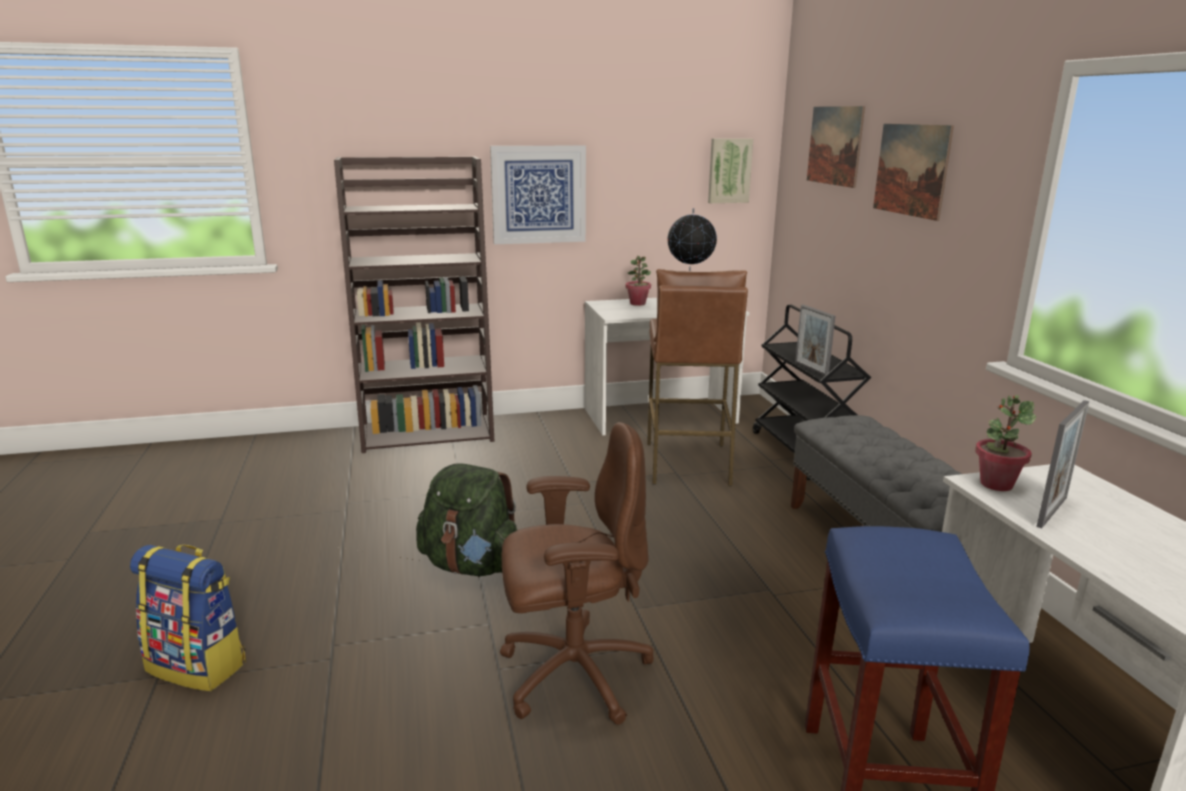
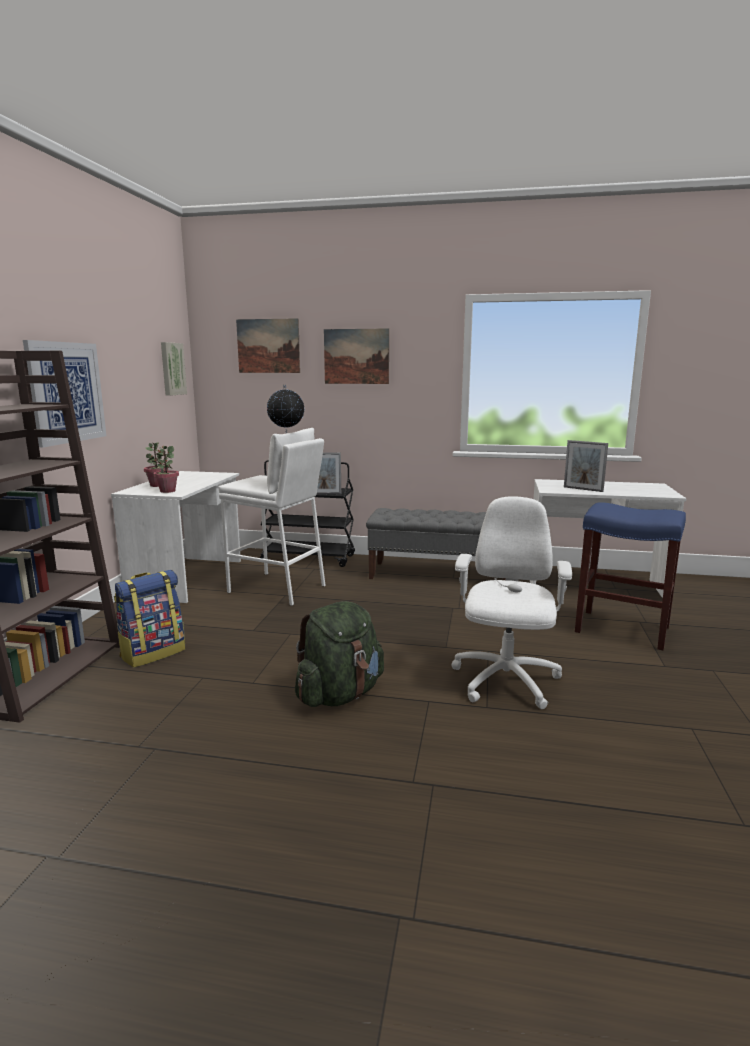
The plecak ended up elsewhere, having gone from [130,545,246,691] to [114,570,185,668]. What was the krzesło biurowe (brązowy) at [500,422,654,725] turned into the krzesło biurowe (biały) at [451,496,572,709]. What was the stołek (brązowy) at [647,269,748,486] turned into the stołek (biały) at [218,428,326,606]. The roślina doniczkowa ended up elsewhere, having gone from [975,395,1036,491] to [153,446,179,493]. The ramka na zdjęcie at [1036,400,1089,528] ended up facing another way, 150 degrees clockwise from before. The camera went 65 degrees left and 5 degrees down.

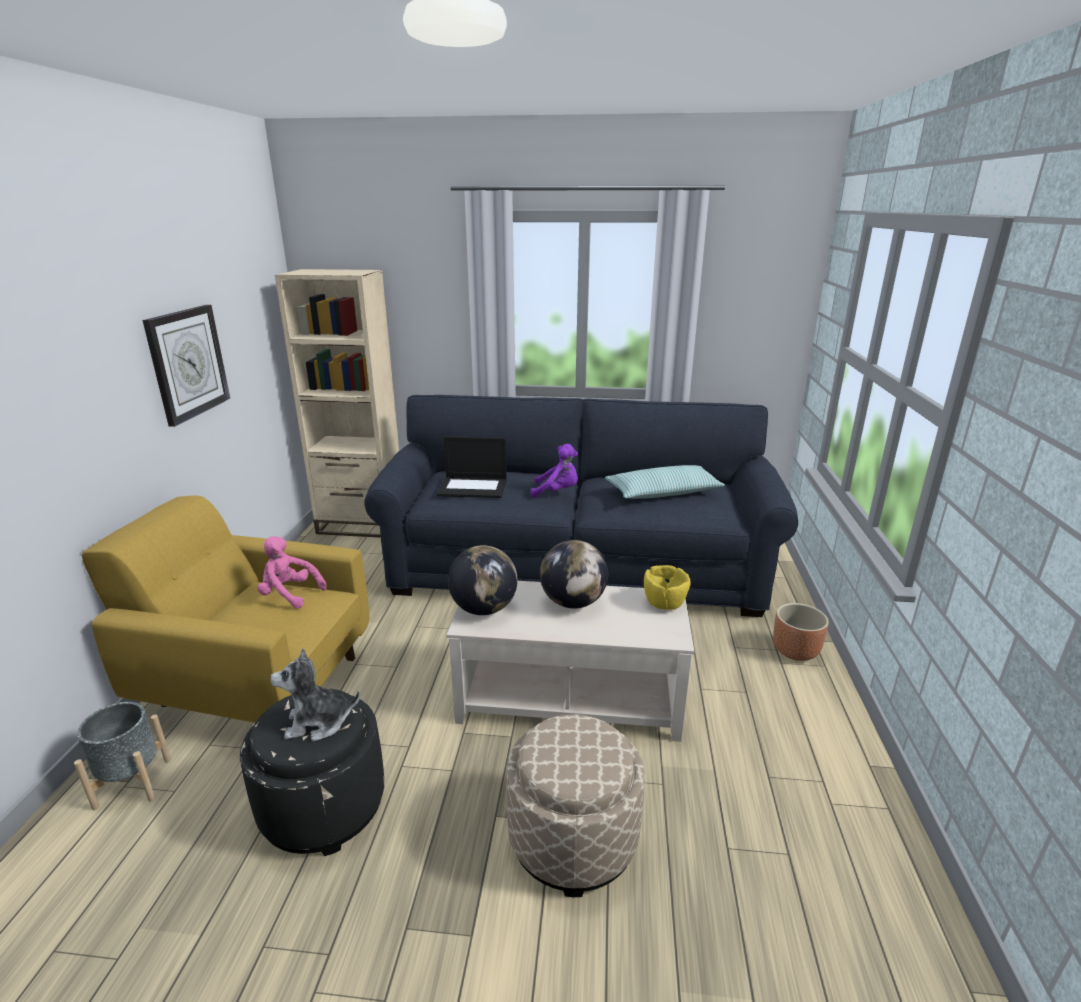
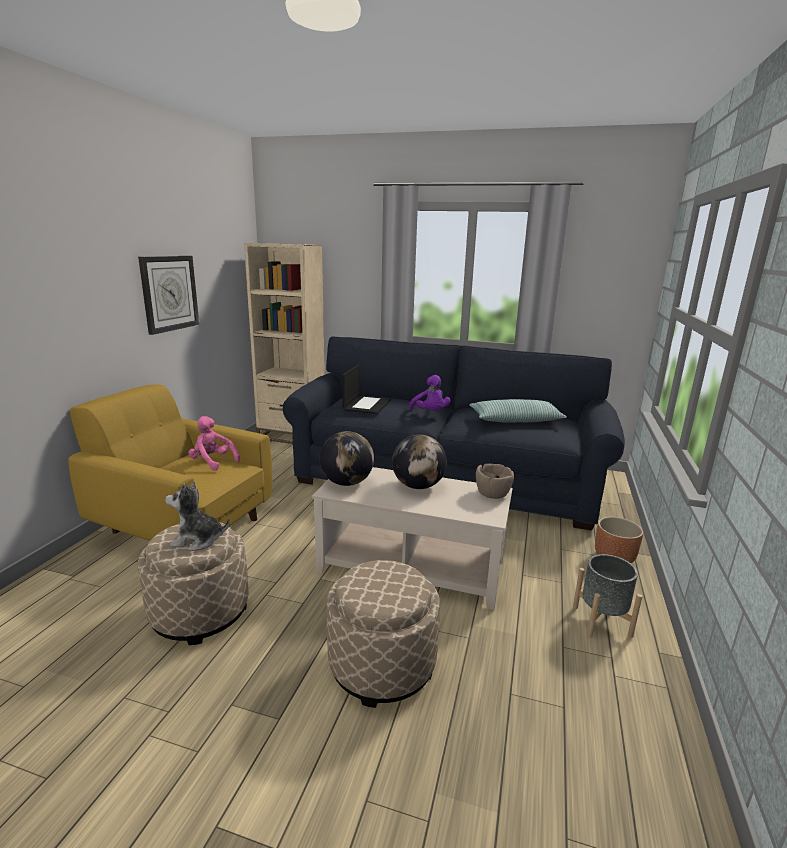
The donica (szary) ended up elsewhere, having gone from [74,702,171,810] to [573,554,642,638]. What was the pufa (czarny) at [240,688,384,856] turned into the pufa (beżowy) at [138,522,248,645]. The laptop at [437,436,507,498] ended up facing another way, 90 degrees counterclockwise from before. The pluszak (fioletowy) at [530,444,578,498] ended up facing another way, 45 degrees clockwise from before. What was the miska (żółty) at [644,565,690,610] turned into the miska (brązowy) at [476,464,514,499]. The camera went 10 degrees right and 5 degrees down.

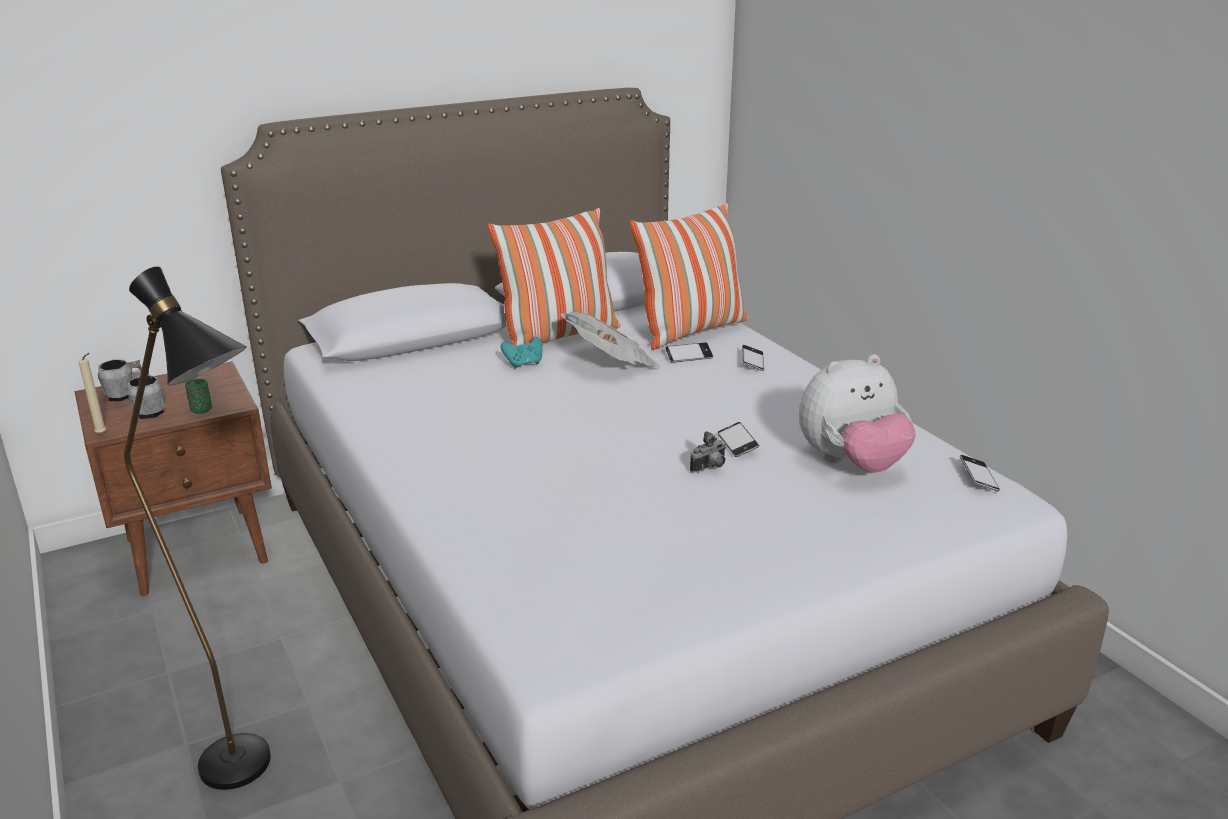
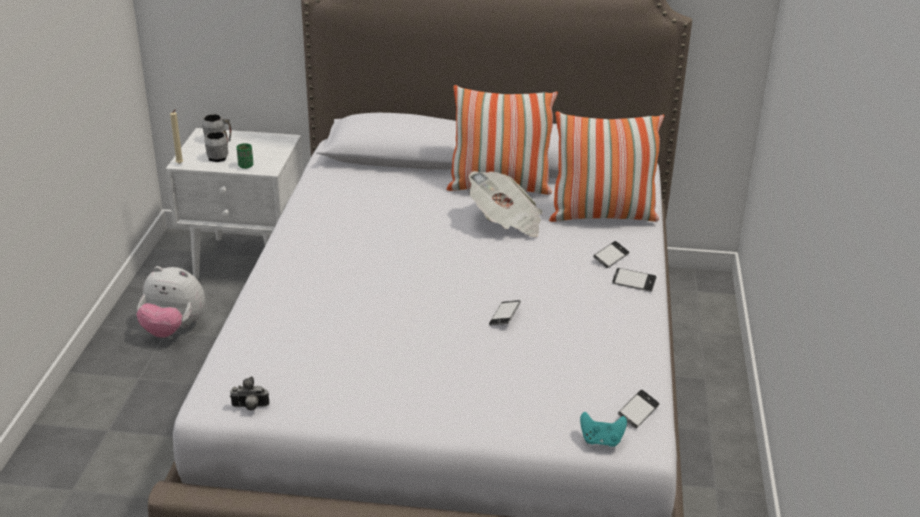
What was the szafka nocna (brązowy) at [74,361,272,596] turned into the szafka nocna (biały) at [166,128,303,279]. The second view lost the lampa stojąca (czarny) at [124,266,271,790]. The pad do gier (turkusowy) ended up elsewhere, having gone from [500,336,542,368] to [580,412,627,447]. The telefon ended up elsewhere, having gone from [665,342,713,363] to [612,268,656,292]. The aparat fotograficzny ended up elsewhere, having gone from [690,431,726,473] to [230,376,269,410]. The pluszak ended up elsewhere, having gone from [798,355,916,473] to [136,266,205,338]. The camera went 35 degrees right and 5 degrees up.

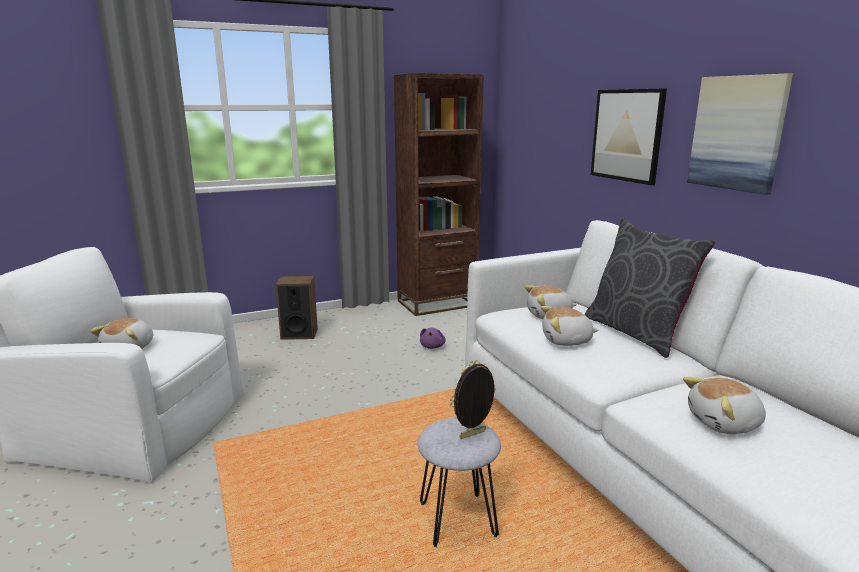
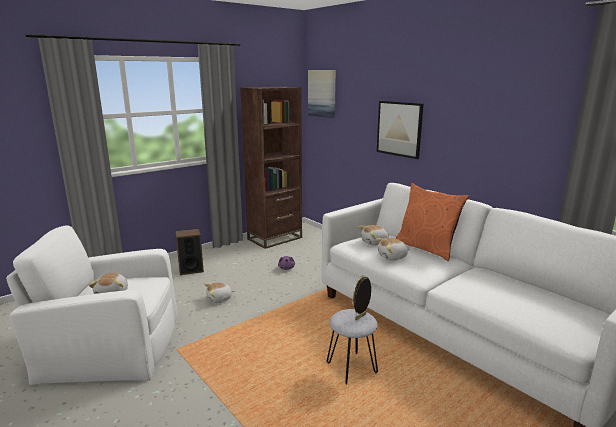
What was the poduszka (szary) at [585,218,715,358] turned into the poduszka (pomarańczowy) at [395,183,469,261]. The pluszak ended up elsewhere, having gone from [683,377,766,434] to [204,282,234,303]. The obraz ended up elsewhere, having gone from [687,73,793,195] to [308,70,336,118]. The camera went 15 degrees left and 0 degrees up.

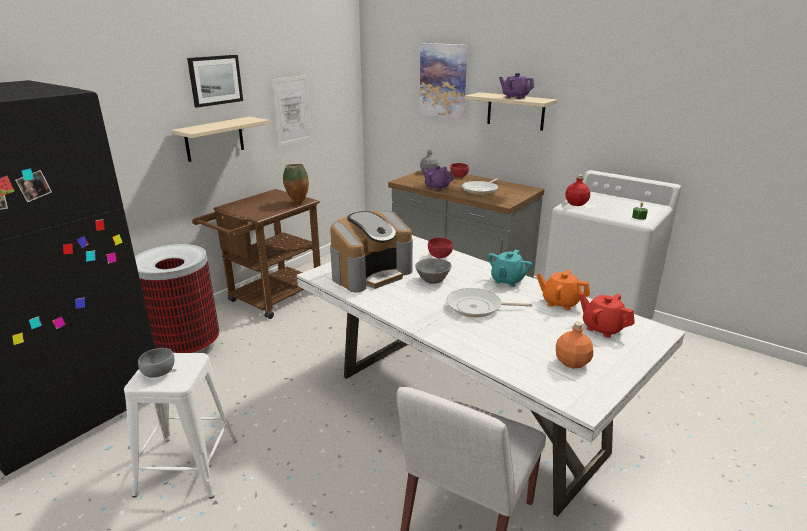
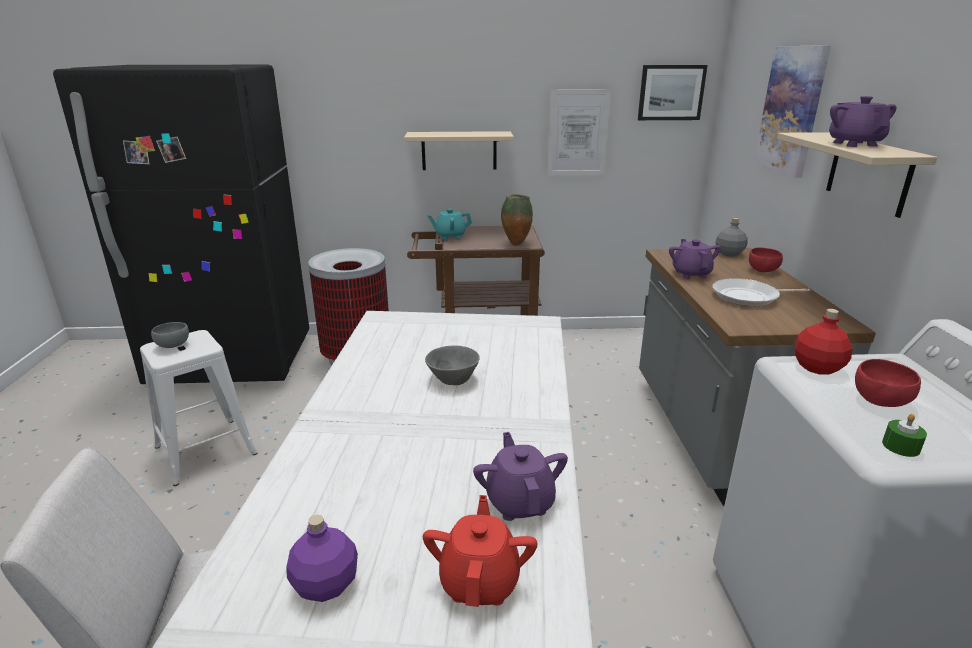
The obraz ended up elsewhere, having gone from [187,55,243,108] to [638,65,708,120]. The second view lost the ekspres do kawy at [330,211,413,292]. The miska (czerwony) ended up elsewhere, having gone from [428,238,453,258] to [855,359,921,407]. The second view lost the patelnia at [446,288,533,318]. The imbryk (turkusowy) ended up elsewhere, having gone from [487,250,532,287] to [427,209,472,239]. What was the imbryk (pomarańczowy) at [536,269,590,310] turned into the imbryk (fioletowy) at [473,432,568,521]. What was the butelka (pomarańczowy) at [556,322,593,368] turned into the butelka (fioletowy) at [286,515,358,602]. The camera went 50 degrees right and 0 degrees up.

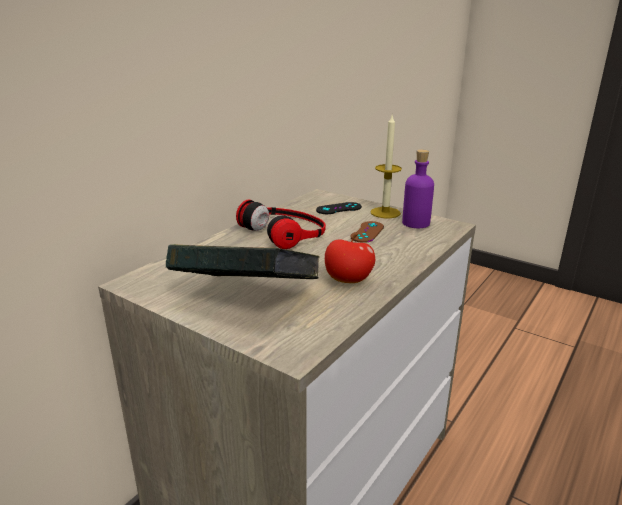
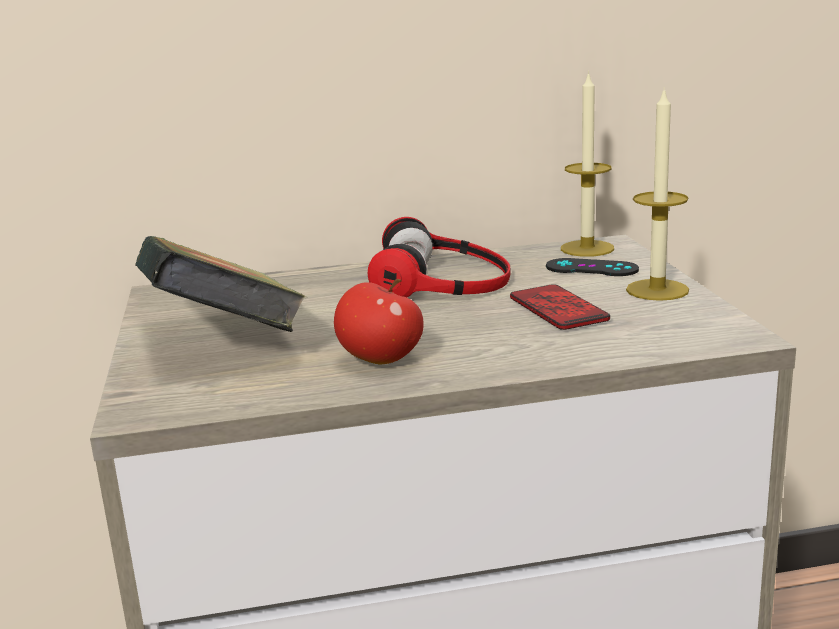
Where the pad do gier (brązowy) stood at [350,221,384,243], the telefon came to stand at [510,284,610,330]. The second view lost the butelka (fioletowy) at [402,150,434,228]. The second view gained the świeca at [561,71,614,257]. The camera went 45 degrees right and 5 degrees down.

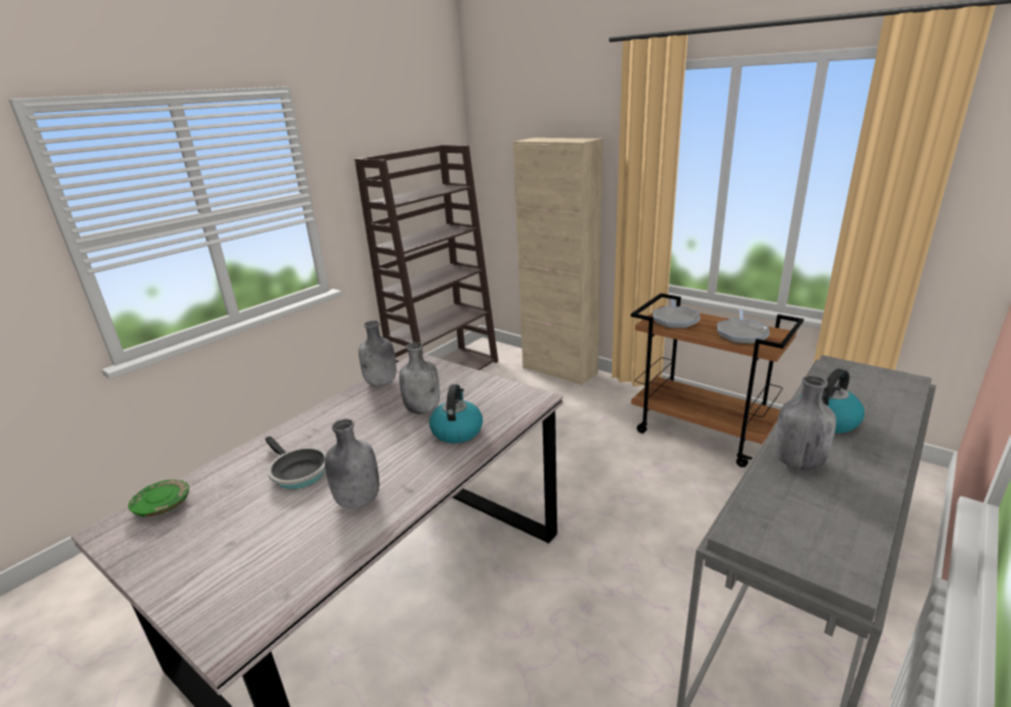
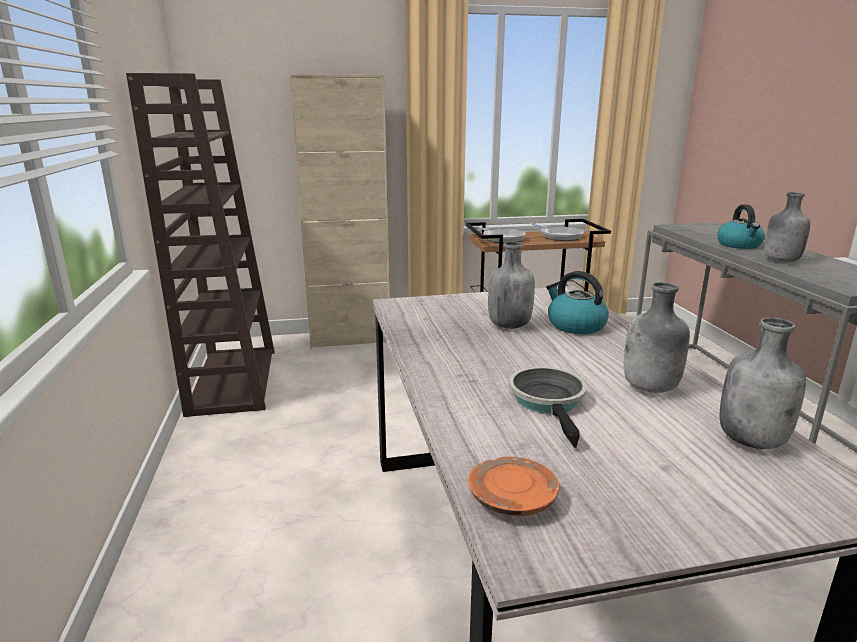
What was the talerz (zielony) at [128,479,189,517] turned into the talerz (pomarańczowy) at [468,457,560,516]. The patelnia at [265,436,326,489] ended up facing another way, 90 degrees counterclockwise from before. The butelka (szary) ended up elsewhere, having gone from [358,320,396,386] to [719,317,806,449]. The camera went 50 degrees left and 5 degrees down.

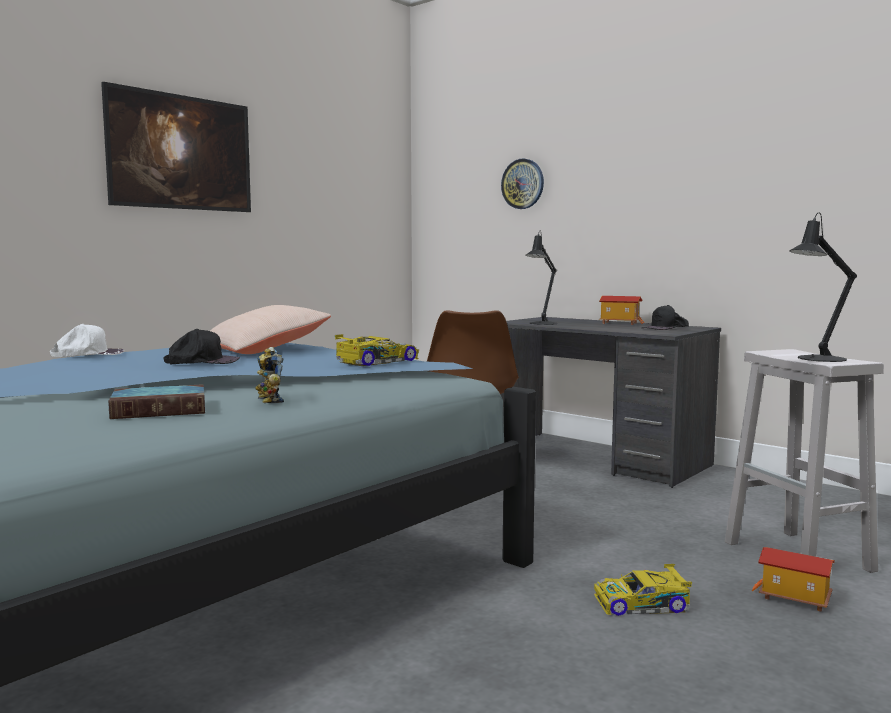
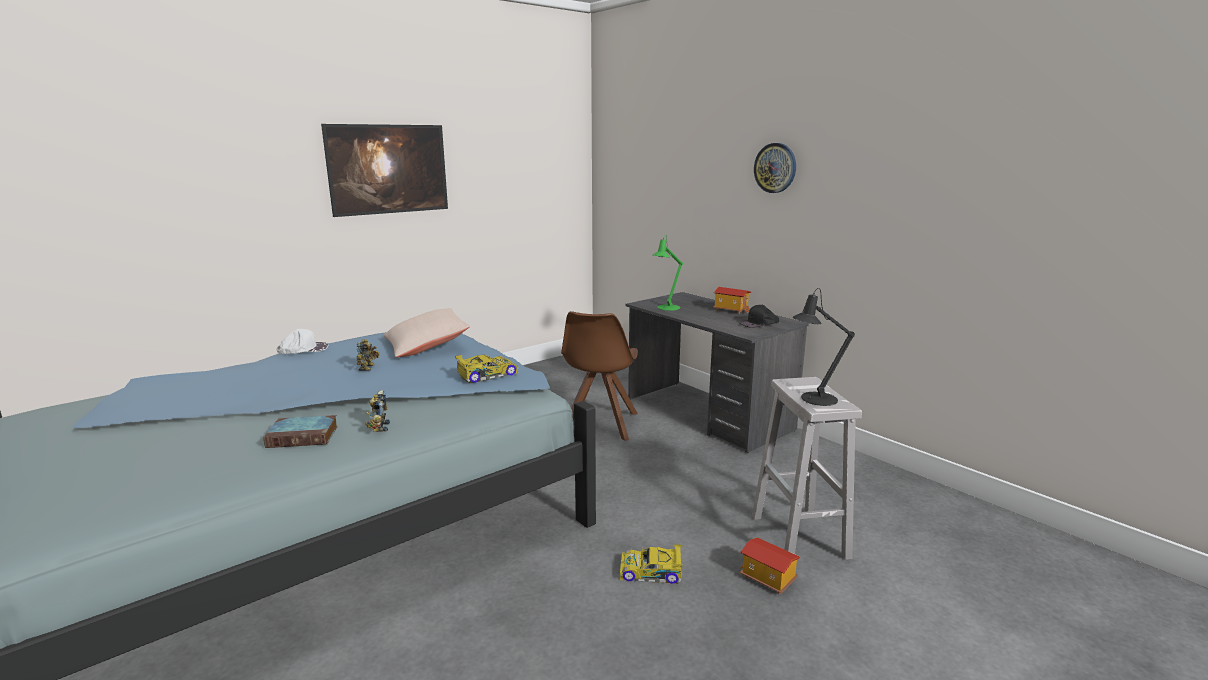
Where the czapka z daszkiem (czarny) stood at [164,329,240,364], the robot zabawkowy came to stand at [357,339,380,371]. The zegar ścienny ended up elsewhere, having gone from [501,159,544,209] to [754,143,796,193]. What was the lampa stołowa (czarny) at [526,230,558,325] turned into the lampa stołowa (zielony) at [653,235,683,311]. The camera went 10 degrees right and 10 degrees up.

